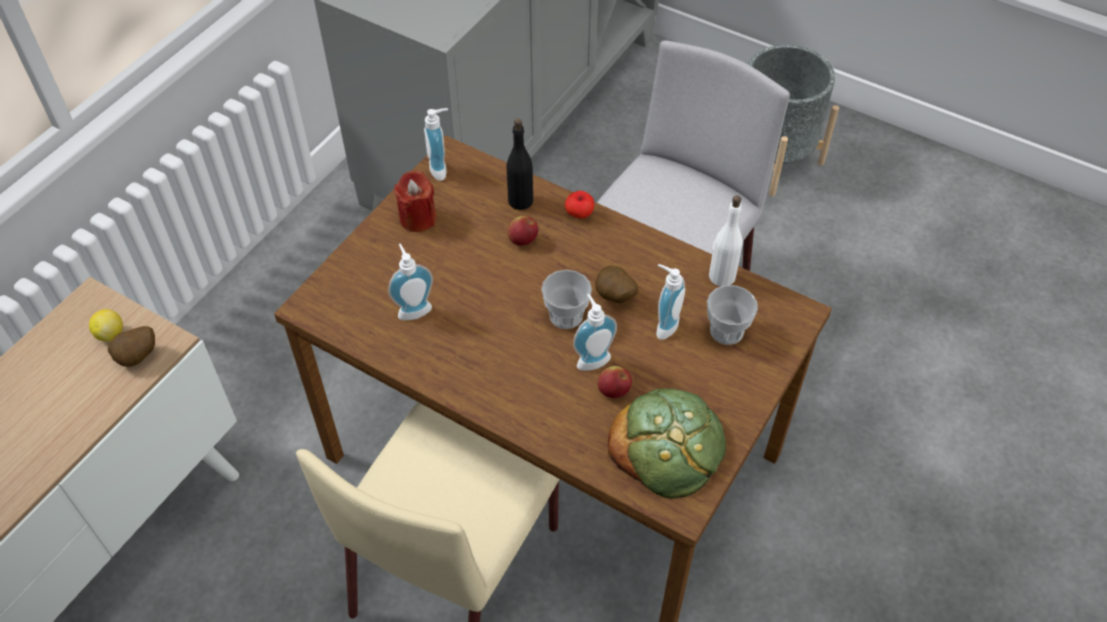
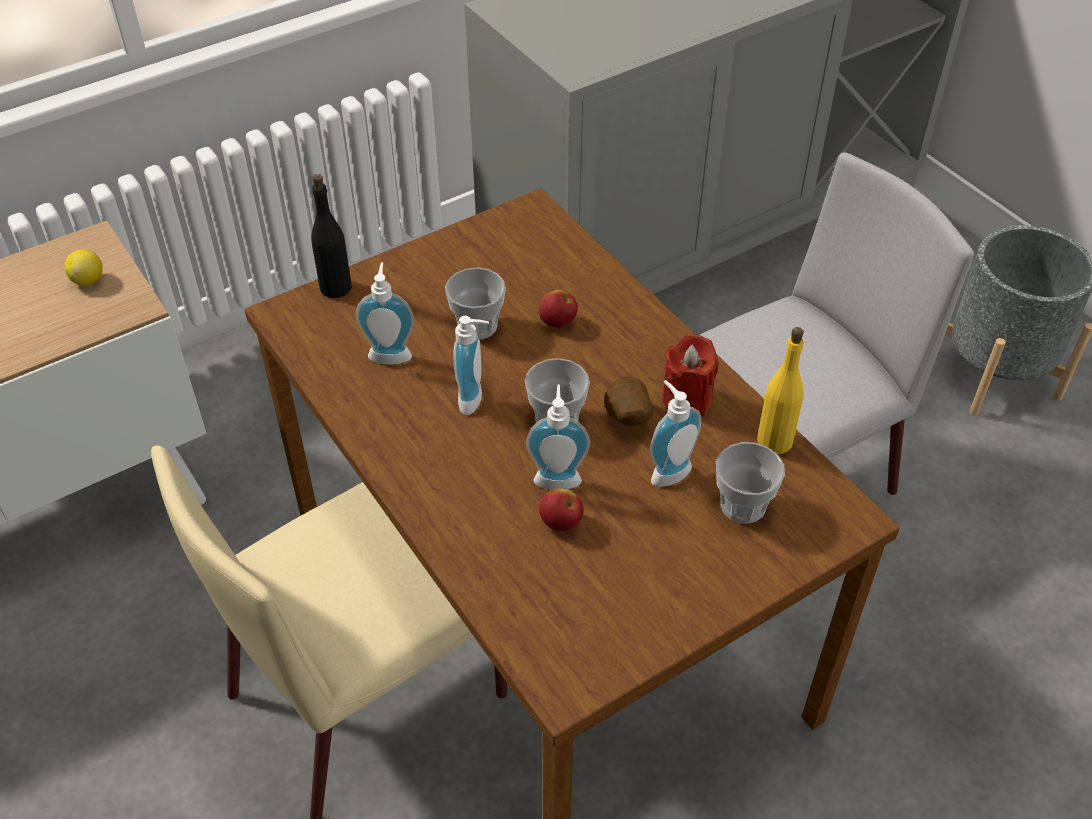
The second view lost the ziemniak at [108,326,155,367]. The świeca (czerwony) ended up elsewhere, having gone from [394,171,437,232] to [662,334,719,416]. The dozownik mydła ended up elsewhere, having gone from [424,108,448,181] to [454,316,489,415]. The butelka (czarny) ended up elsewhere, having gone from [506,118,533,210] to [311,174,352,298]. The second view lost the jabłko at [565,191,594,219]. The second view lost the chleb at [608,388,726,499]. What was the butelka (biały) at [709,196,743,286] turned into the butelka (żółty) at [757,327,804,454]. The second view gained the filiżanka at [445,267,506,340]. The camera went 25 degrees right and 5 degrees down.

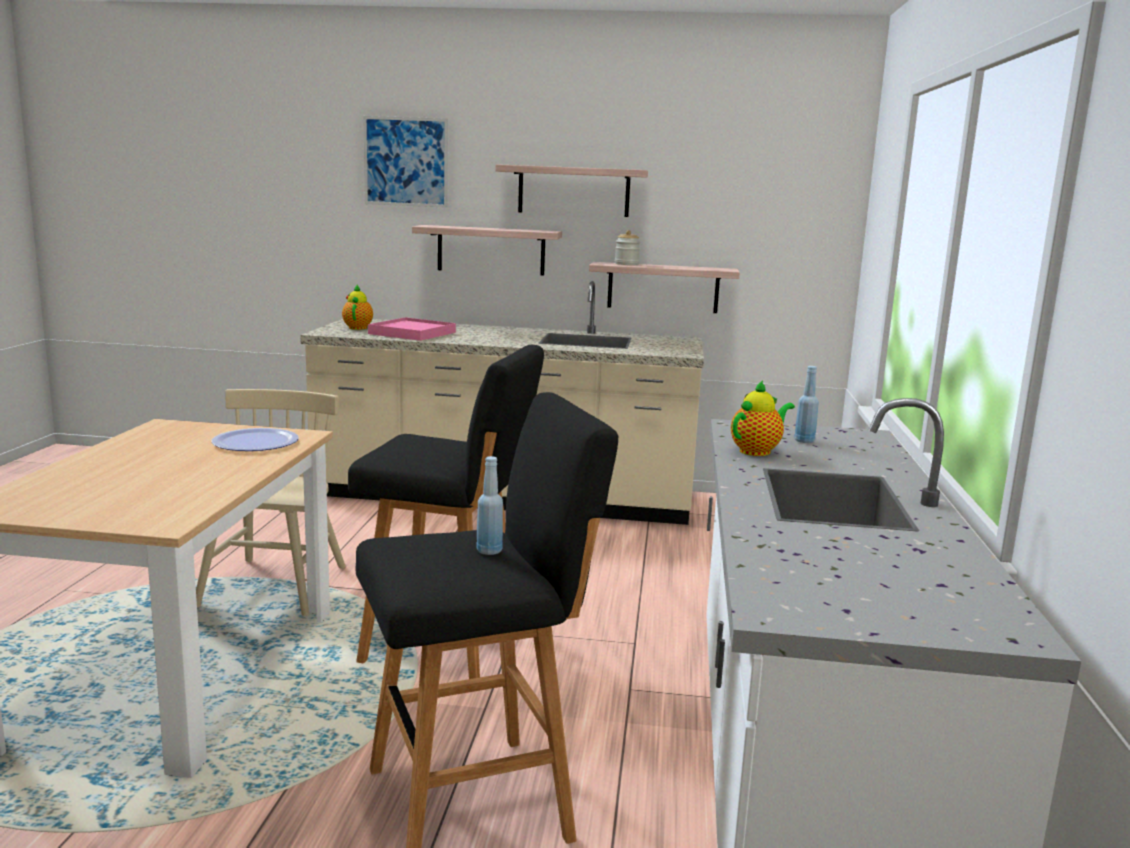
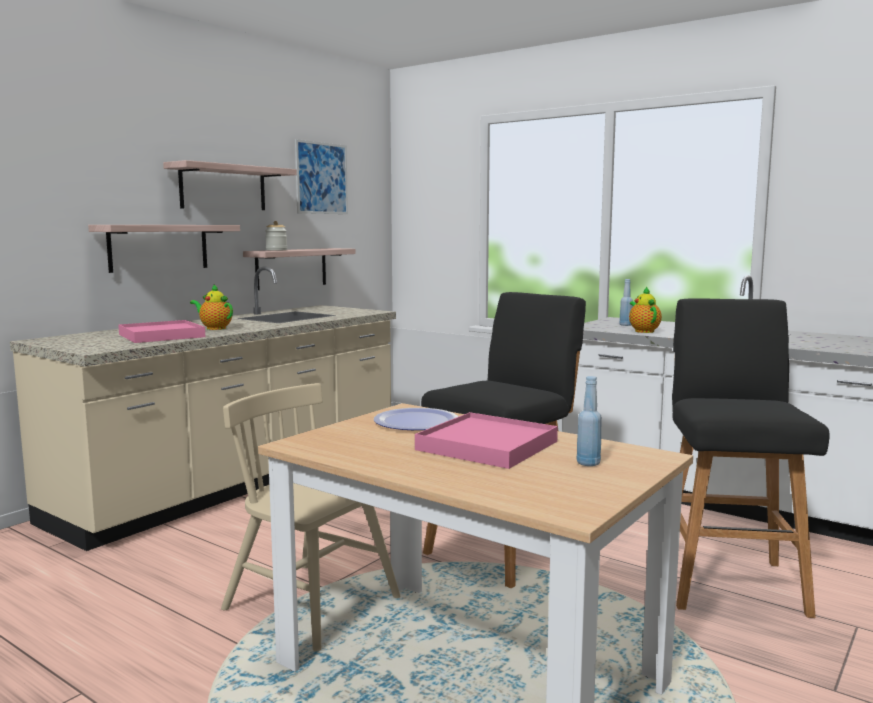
The imbryk ended up elsewhere, having gone from [342,284,373,330] to [190,284,233,330]. The obraz ended up elsewhere, having gone from [363,116,448,208] to [295,139,348,214]. The butelka (niebieski) ended up elsewhere, having gone from [476,456,503,555] to [577,376,602,466]. The second view gained the taca (różowy) at [415,412,558,469]. The camera went 60 degrees left and 5 degrees down.

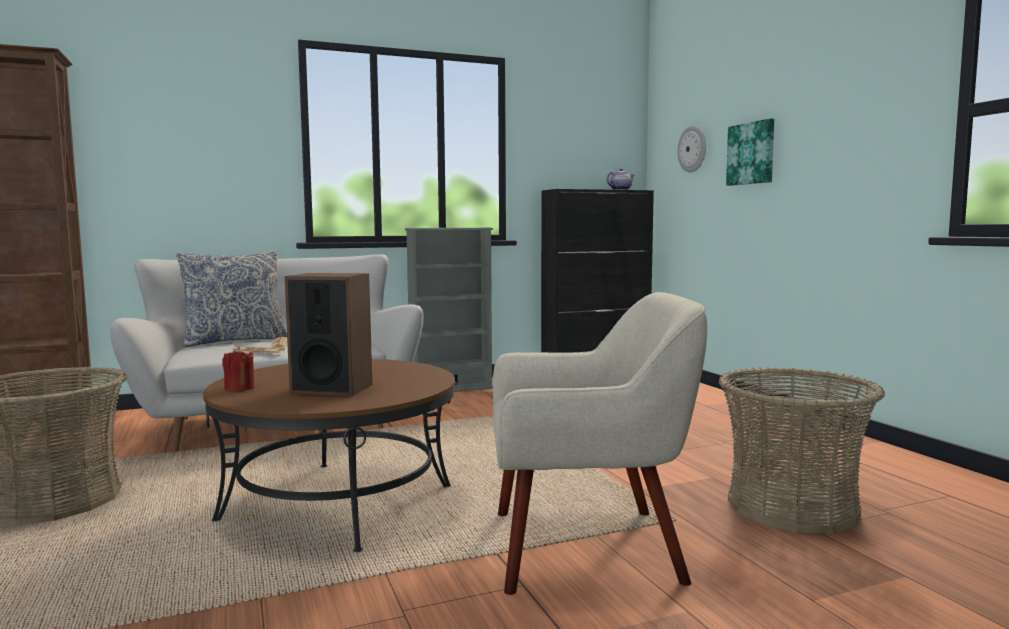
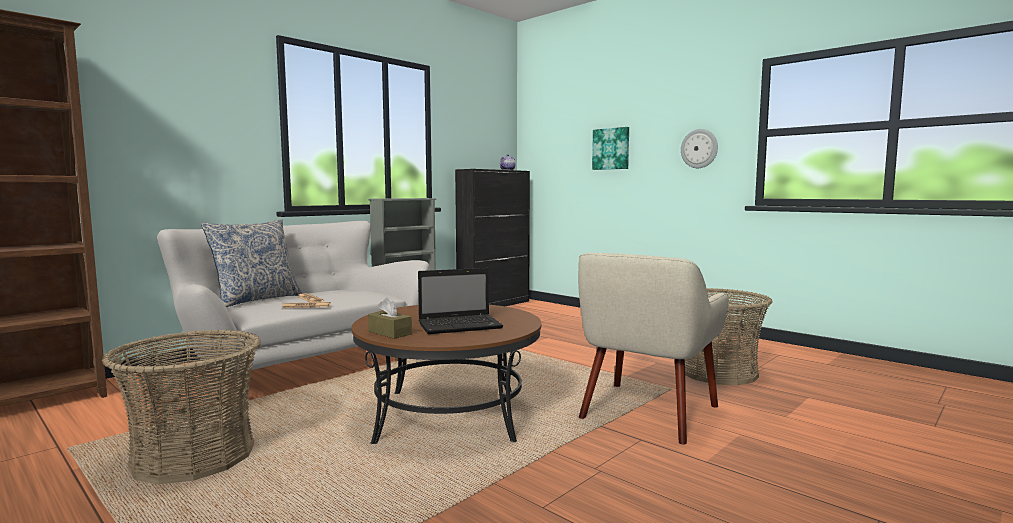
Where the świeca (czerwony) stood at [222,346,255,391], the pudełko chusteczek (brązowy) came to stand at [368,298,412,339]. Where the głośnik stood at [284,273,372,396], the laptop came to stand at [418,268,503,334]. The fotel (beżowy) at [493,292,707,595] ended up facing another way, 150 degrees clockwise from before. The zegar ścienny ended up elsewhere, having gone from [677,126,706,173] to [681,129,718,168]. The camera went 25 degrees left and 0 degrees up.

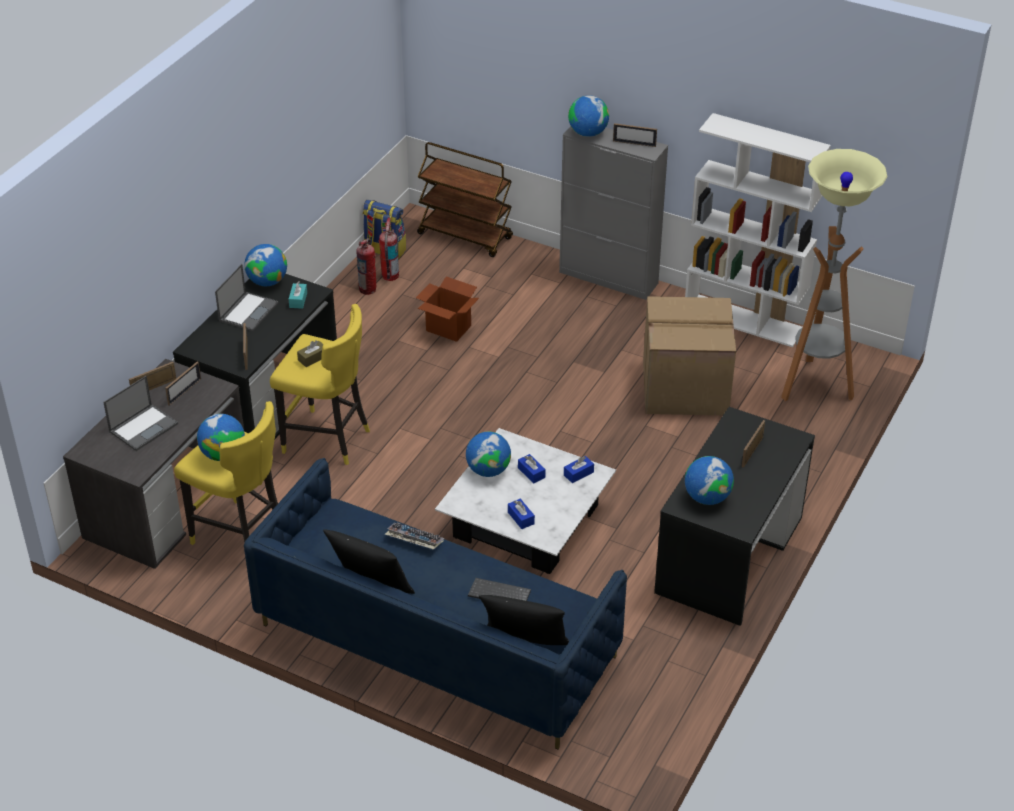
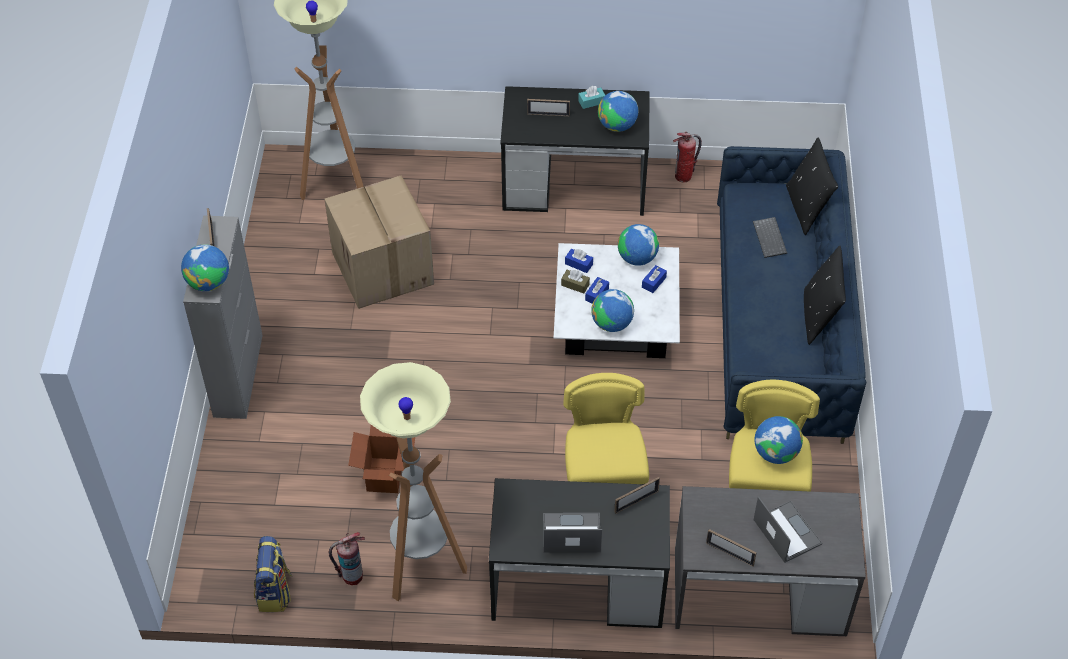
The laptop at [103,376,178,451] ended up facing another way, 45 degrees clockwise from before. The second view lost the ramka na zdjęcie at [165,362,201,406]. The globus ended up elsewhere, having gone from [244,244,287,286] to [618,224,659,266]. The pudełko chusteczek (turkusowy) ended up elsewhere, having gone from [288,281,307,309] to [578,86,605,109]. The pudełko chusteczek (brązowy) ended up elsewhere, having gone from [297,340,324,367] to [561,270,590,293]. The gaśnica ended up elsewhere, having gone from [379,217,399,281] to [673,132,702,183]. The second view lost the klawiatura at [385,523,445,550]. The second view lost the wózek (brązowy) at [417,142,513,257]. The second view lost the regał (biały) at [685,113,831,347]. The second view gained the lampa stojąca at [360,362,467,601]. The camera went 115 degrees left and 10 degrees up.

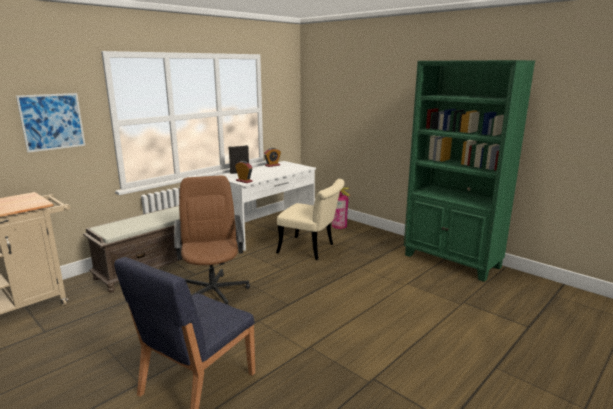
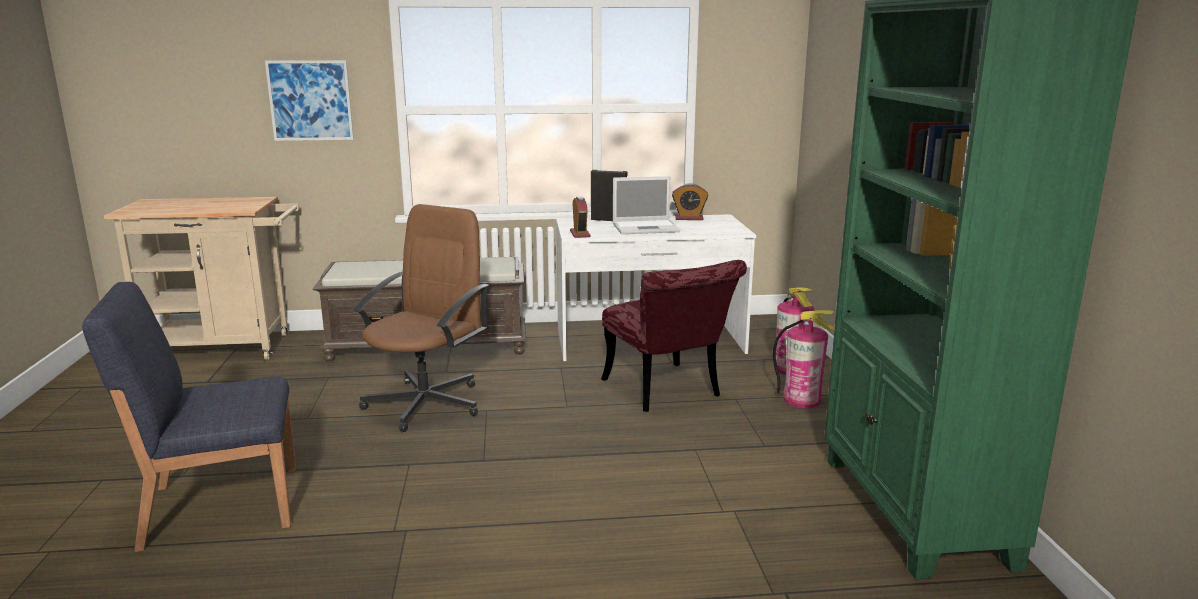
What was the krzesło (beżowy) at [276,179,345,260] turned into the krzesło (czerwony) at [601,260,747,412]. The second view gained the laptop at [613,176,680,234]. The second view gained the gaśnica at [773,310,835,408]. The camera went 40 degrees right and 0 degrees up.

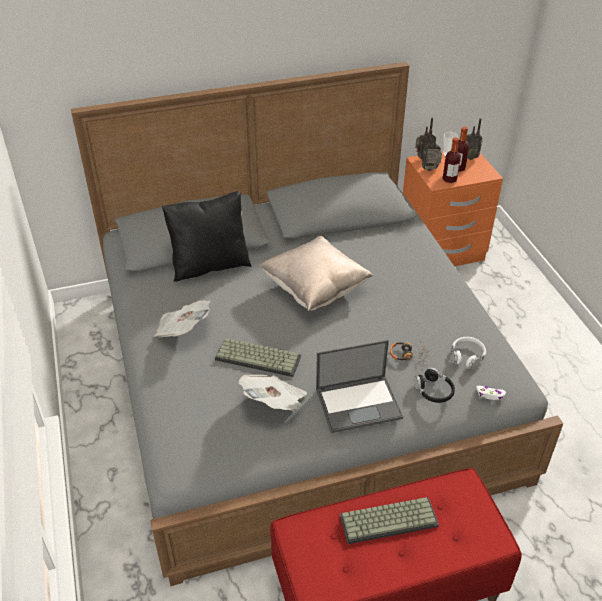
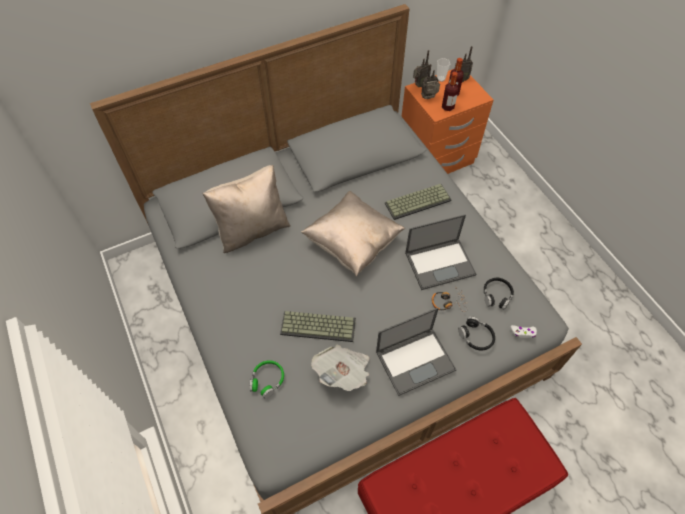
The second view lost the gazeta at [154,300,210,337]. What was the poduszka (czarny) at [162,191,252,282] turned into the poduszka (beżowy) at [202,165,290,253]. The klawiatura ended up elsewhere, having gone from [340,497,439,544] to [385,184,452,220]. What was the słuchawki (biały) at [452,337,486,370] turned into the słuchawki (czarny) at [484,278,514,310]. The second view gained the słuchawki (zielony) at [249,360,284,399]. The second view gained the laptop at [405,214,477,290]. The camera went 10 degrees left and 15 degrees up.

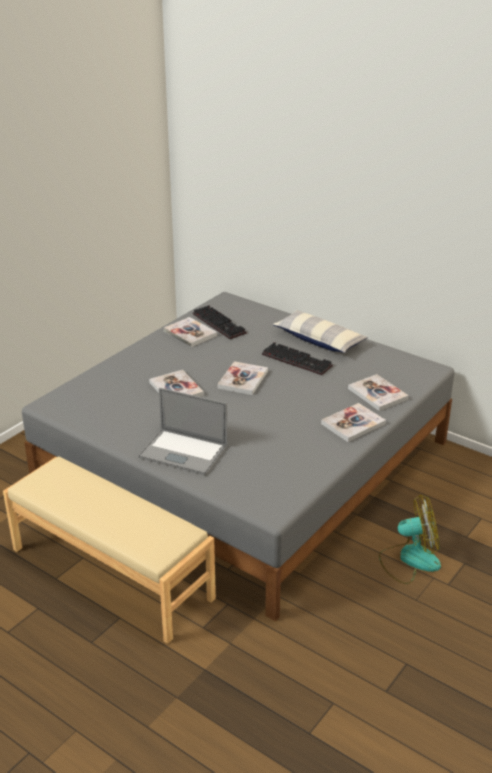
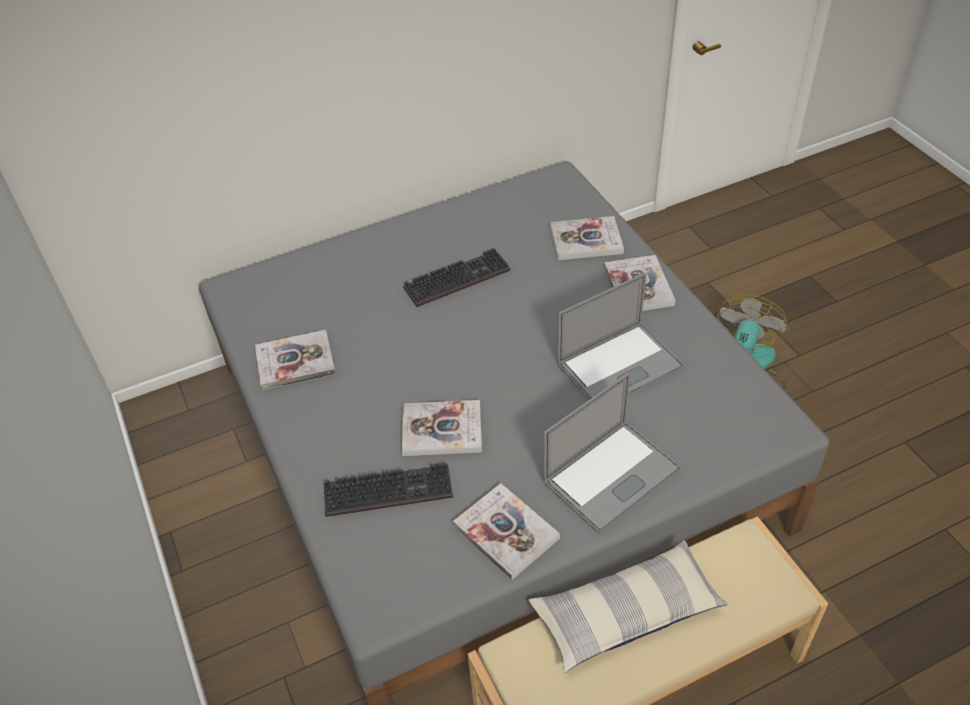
The klawiatura ended up elsewhere, having gone from [193,305,246,339] to [324,462,453,517]. The książka ended up elsewhere, having gone from [218,361,268,395] to [453,483,560,580]. The poduszka ended up elsewhere, having gone from [272,310,368,353] to [529,540,728,673]. The second view gained the laptop at [557,273,684,400]. The camera went 60 degrees left and 15 degrees up.

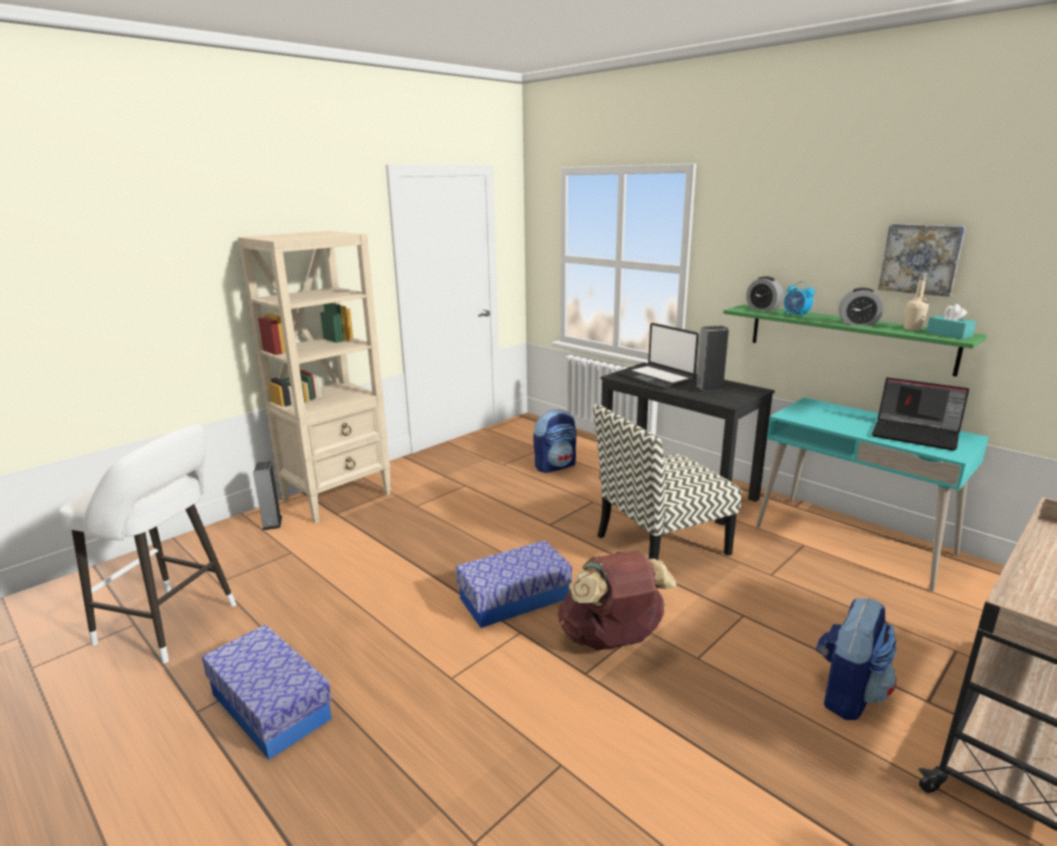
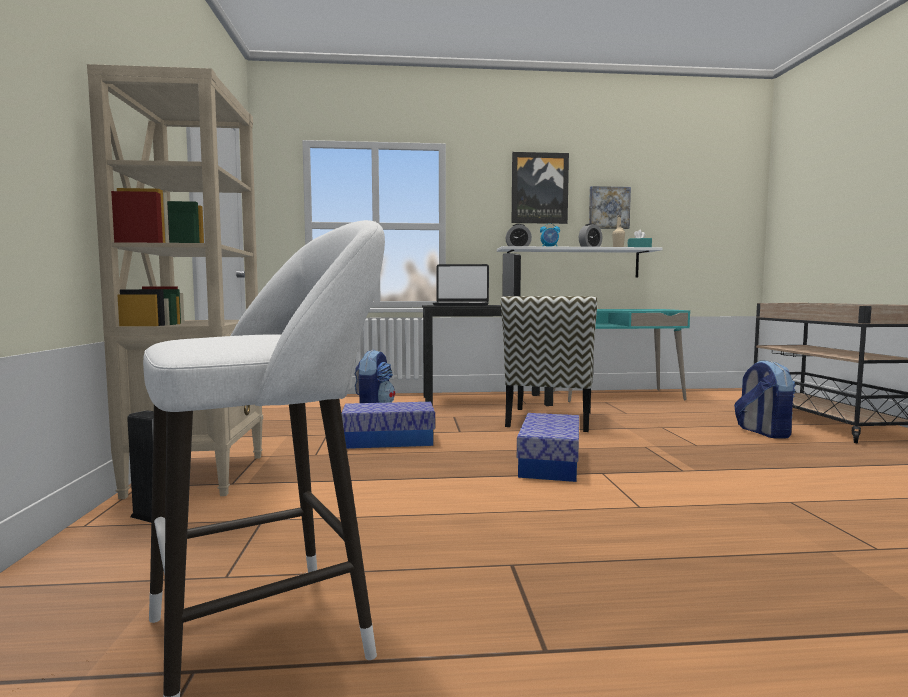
The pojemnik do przechowywania ended up elsewhere, having gone from [202,624,332,760] to [342,402,435,449]. The second view lost the plecak (brązowy) at [558,551,677,650]. What was the półka (zielony) at [723,304,987,377] turned into the półka (biały) at [497,246,663,277]. The second view lost the laptop at [871,378,969,451]. The second view gained the obraz at [512,152,569,224]. The camera went 50 degrees left and 15 degrees down.

